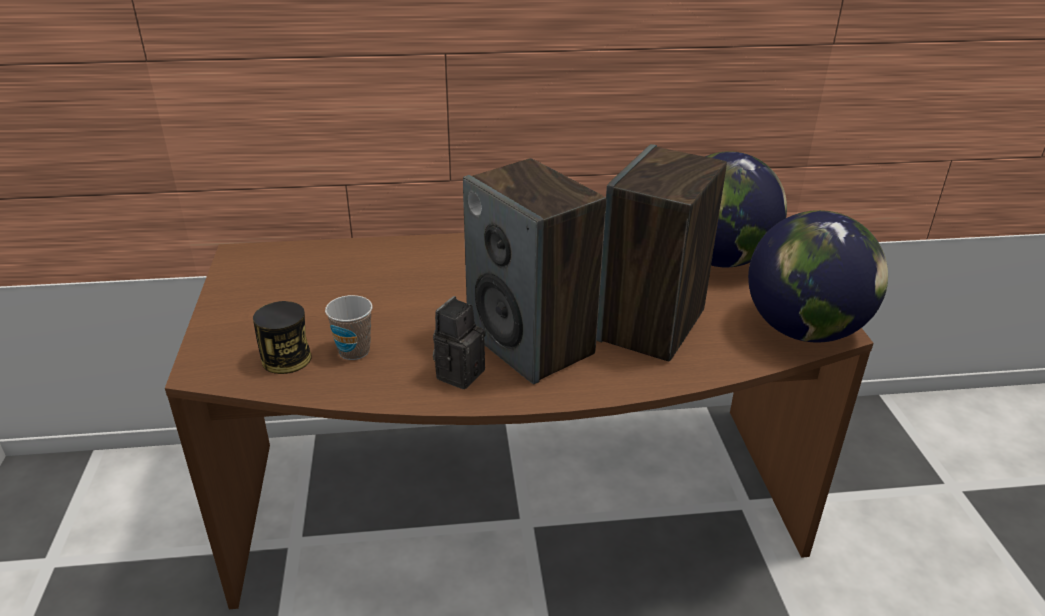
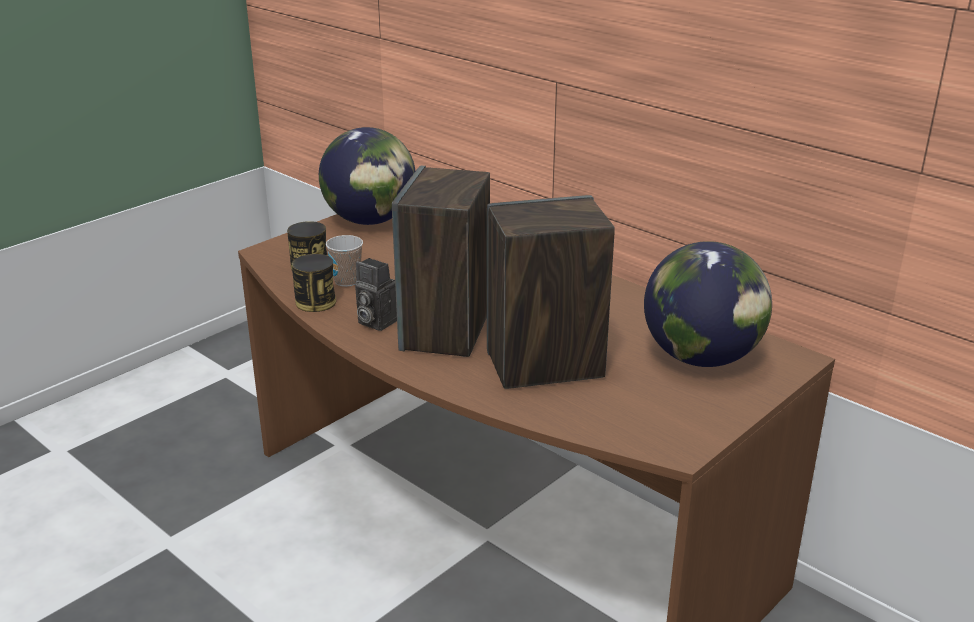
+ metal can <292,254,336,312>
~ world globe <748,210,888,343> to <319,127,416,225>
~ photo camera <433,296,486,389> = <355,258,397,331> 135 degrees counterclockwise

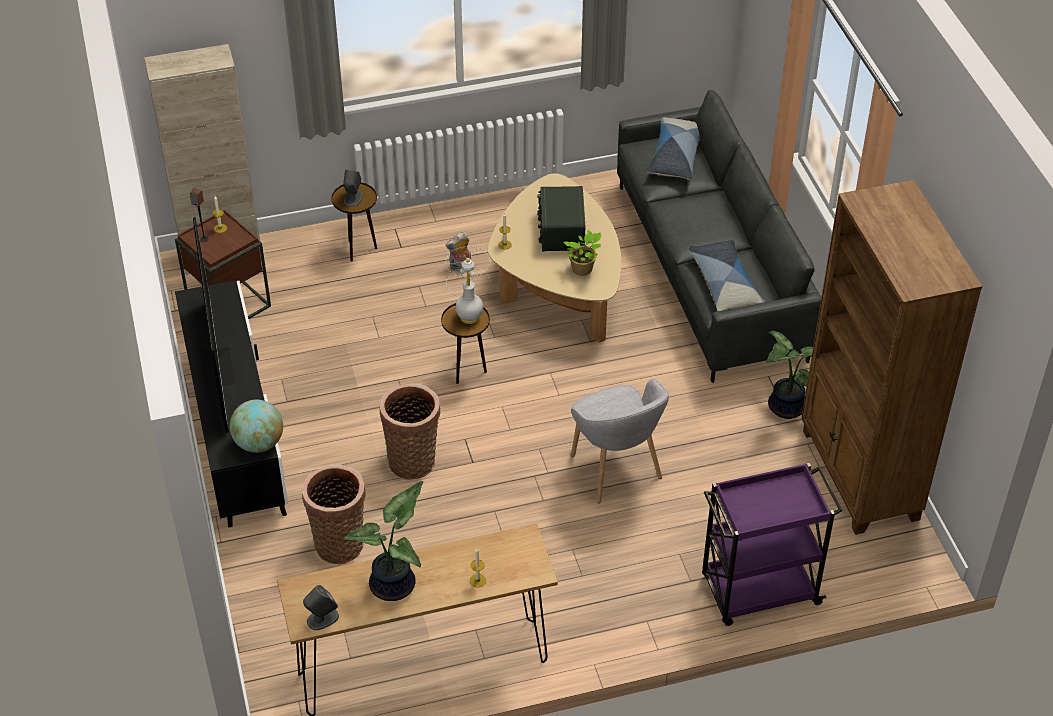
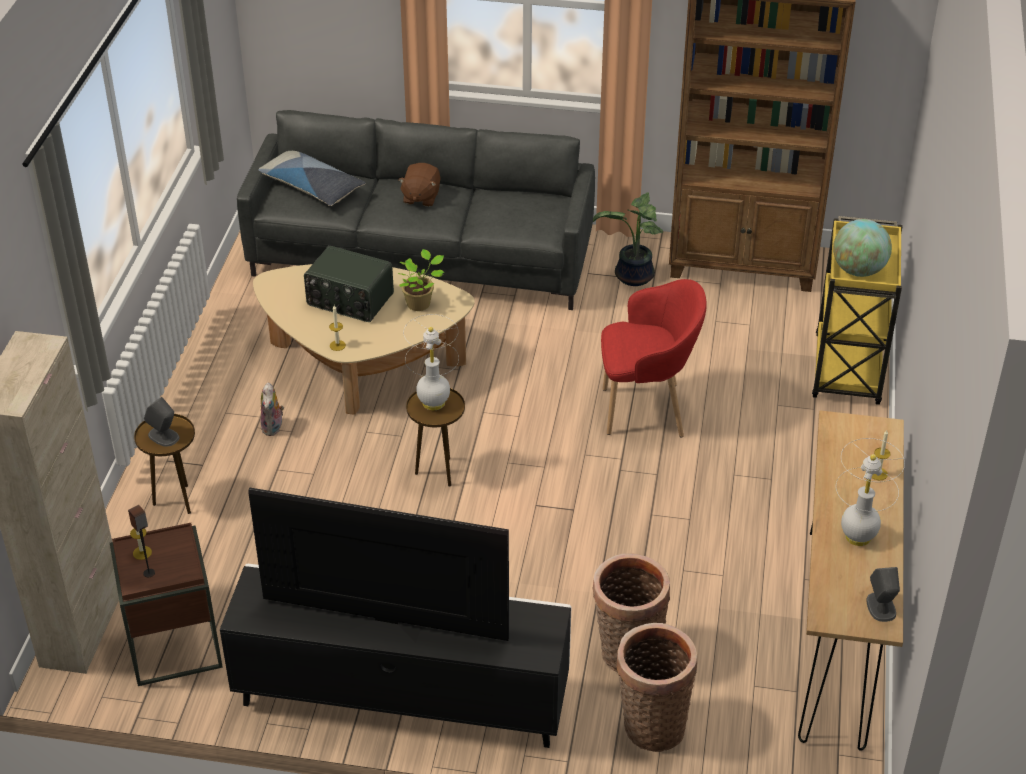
+ brownish soft toy <398,163,441,207>
~ gray armchair <571,378,669,503> to reddish armchair <601,279,707,438>
~ basket <380,383,440,480> to <616,623,697,752>
~ purple-coloured wheeled cart <702,463,842,626> to yellow-coloured wheeled cart <812,216,903,405>
~ world globe <230,400,283,453> to <833,219,892,277>
~ houseplant <345,481,423,601> to whitish table lamp <836,438,905,546>
- pillow <689,240,765,311>

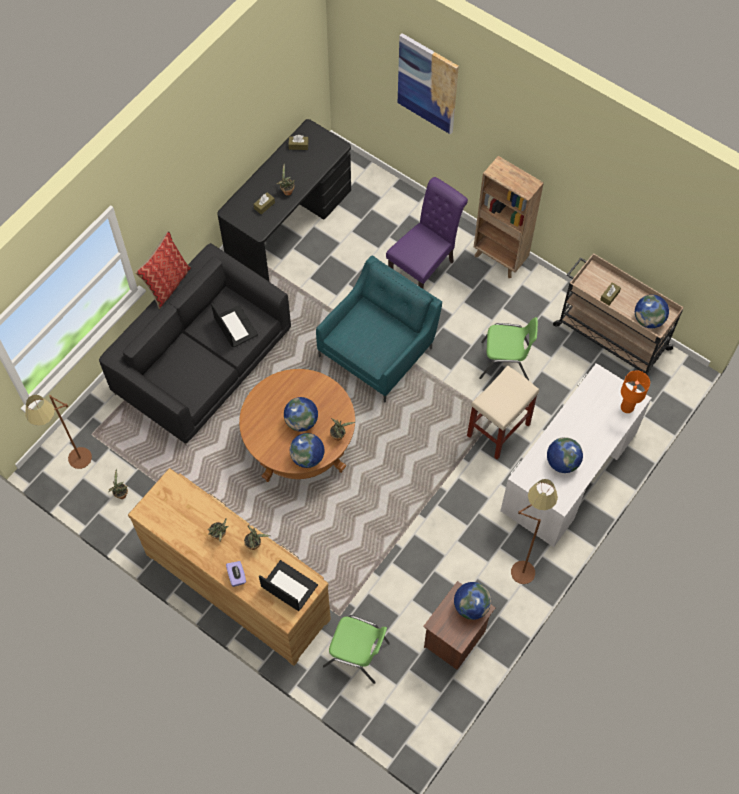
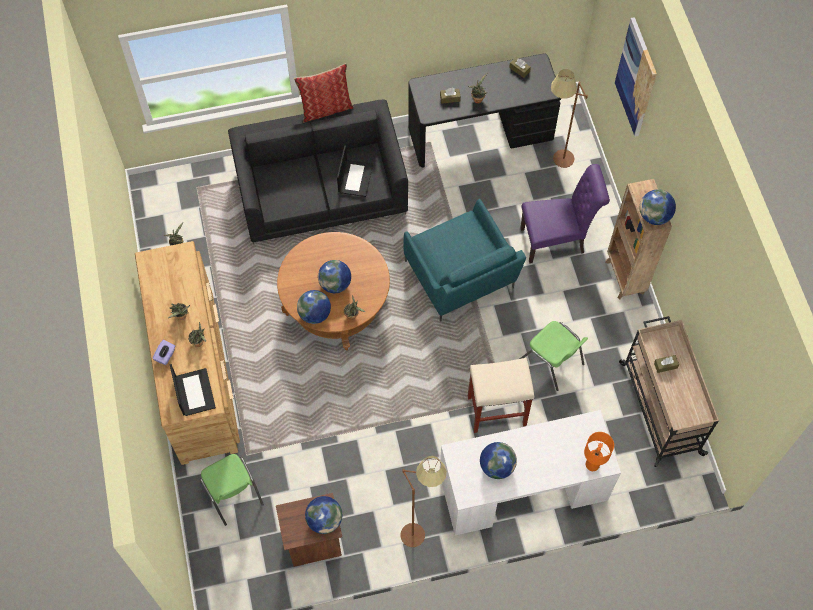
~ turquoise armchair <316,256,442,402> = <404,199,526,322> 75 degrees clockwise
~ brownish standard lamp <25,395,92,469> to <551,69,588,168>
~ world globe <635,295,669,328> to <640,189,676,225>

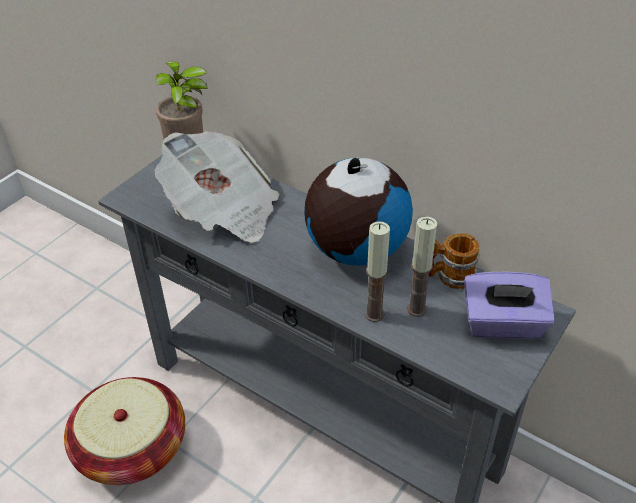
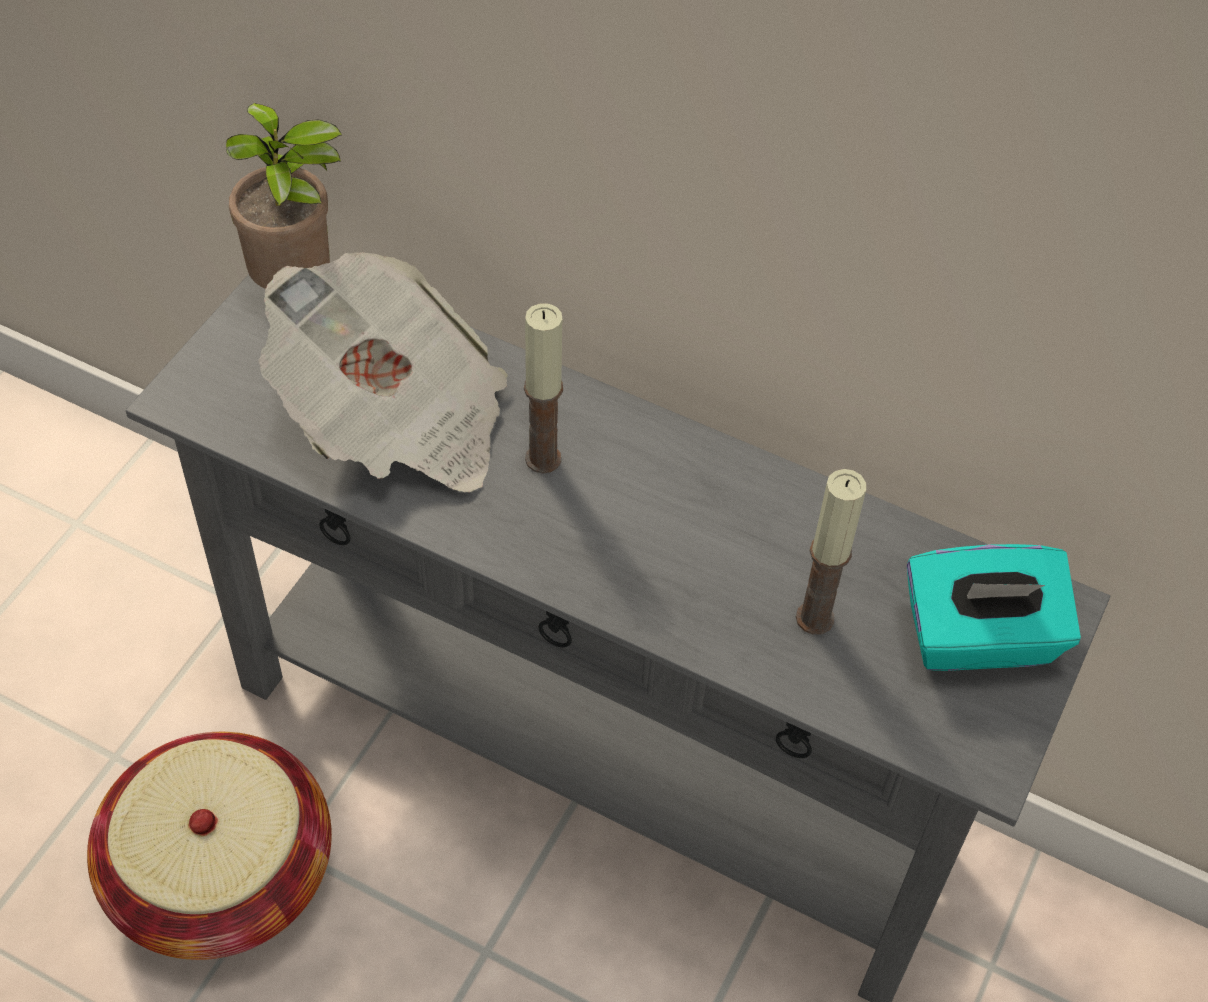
~ candle <364,221,390,322> to <524,303,563,474>
~ purple-coloured tissue holder <464,272,555,339> to turquoise tissue holder <907,544,1081,671>
- world globe <304,157,413,266>
- coffee mug <429,233,480,289>

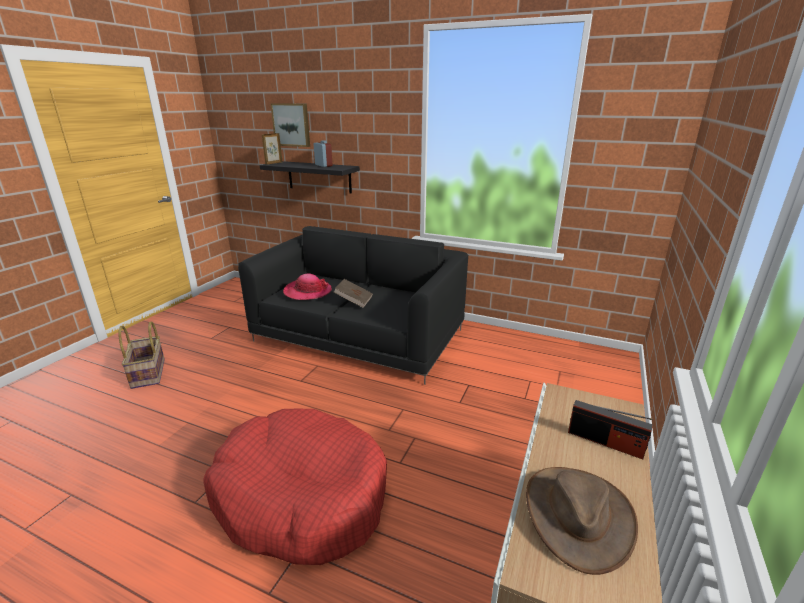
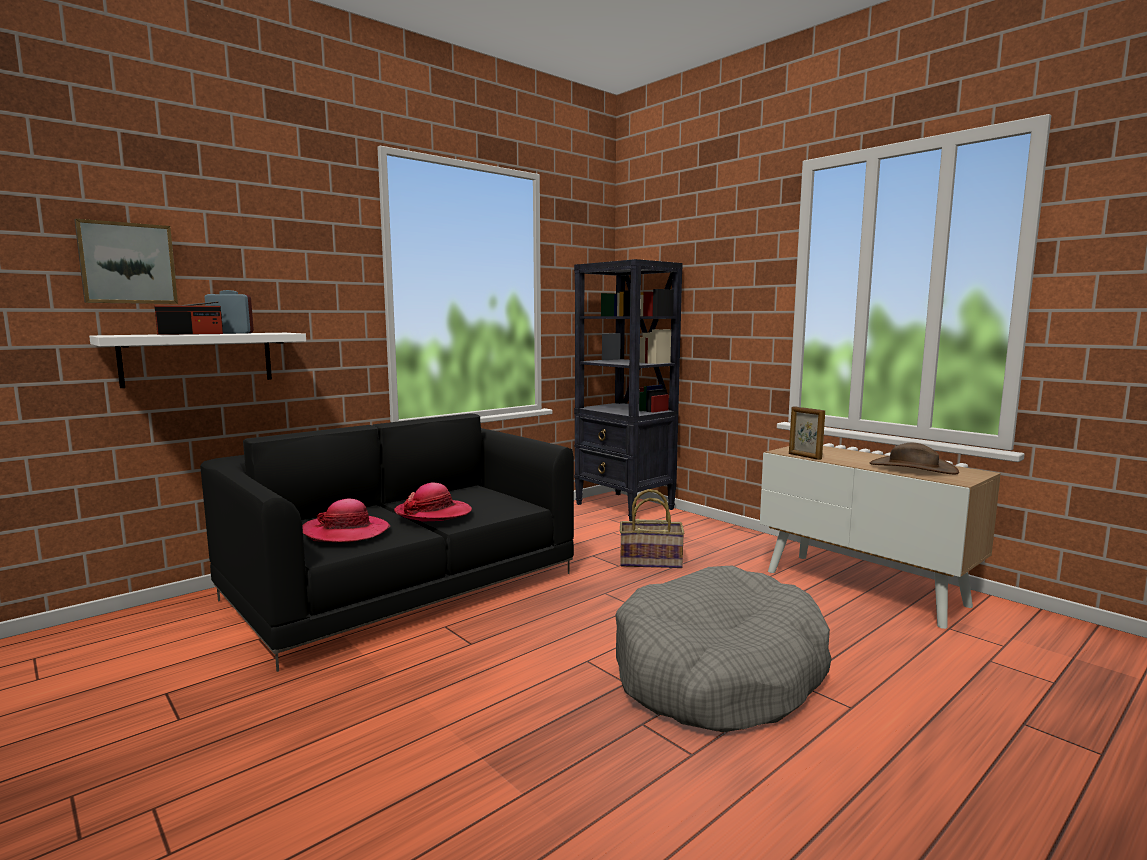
~ black-coloured wall shelf <260,161,360,194> to whitish wall shelf <89,333,306,388>
~ radio <568,400,653,460> to <154,301,223,335>
~ brownish bound book <334,279,373,308> to hat <394,483,472,522>
+ black-coloured bookcase <574,259,683,521>
~ reddish dog bed <204,409,387,565> to gray dog bed <615,566,832,732>
~ basket <119,321,165,389> to <620,489,685,568>
~ standing frame <262,133,282,165> to <789,406,825,460>

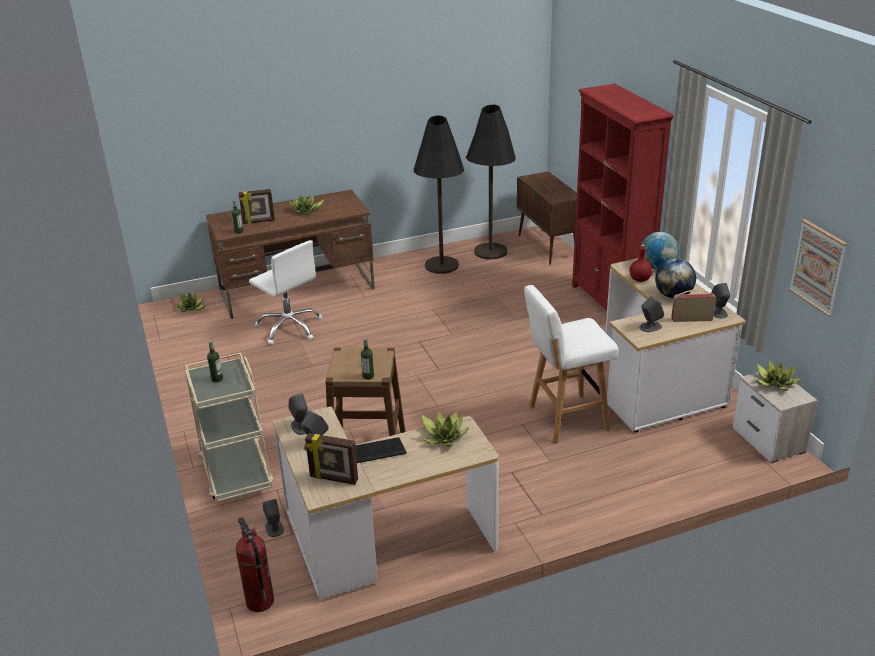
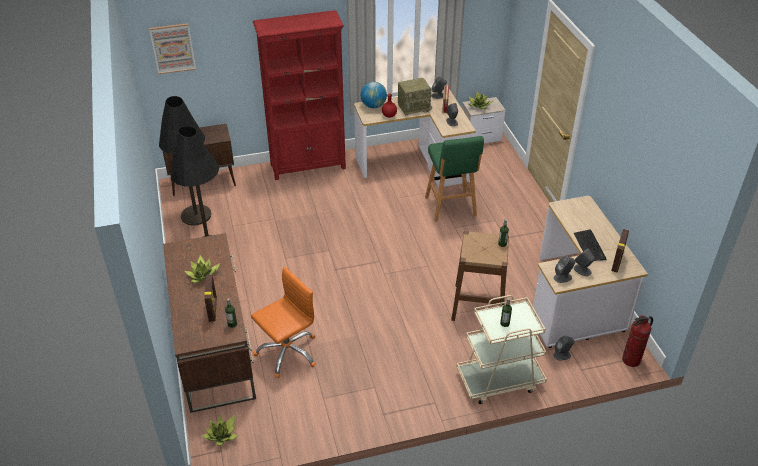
~ wall picture <788,219,848,317> to <149,23,196,74>
~ whitish desk chair <249,240,323,345> to orange-coloured desk chair <251,267,316,378>
~ world globe <655,259,696,298> to radio <398,78,432,115>
~ whitish stool <524,285,619,443> to green-coloured stool <425,136,484,222>
- houseplant <421,411,469,447>

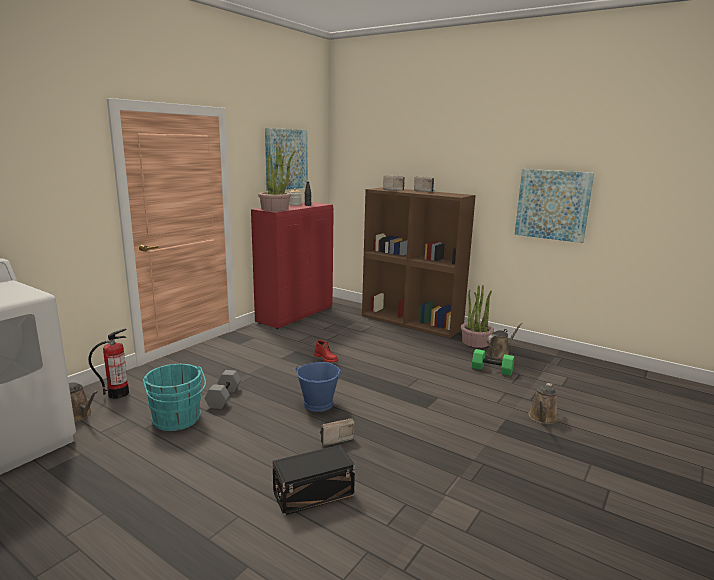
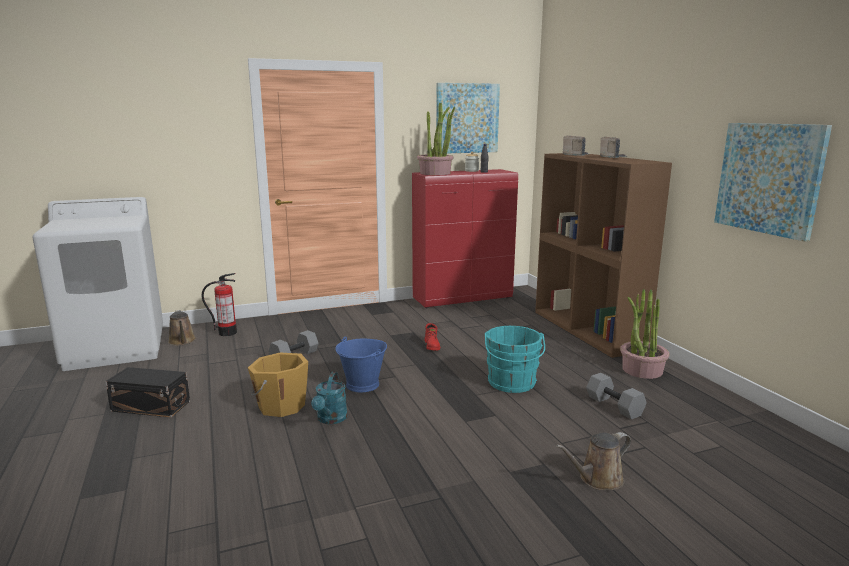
~ black-coloured storage bin <273,445,355,516> to <105,367,190,417>
+ orange-coloured water bucket <248,352,308,417>
~ radio <320,419,355,446> to turquoise watering can <311,372,348,424>
~ turquoise water bucket <143,364,206,431> to <485,326,545,393>
~ green-coloured hand weight <472,349,514,376> to gray hand weight <586,373,647,420>
- brownish watering can <486,323,523,359>

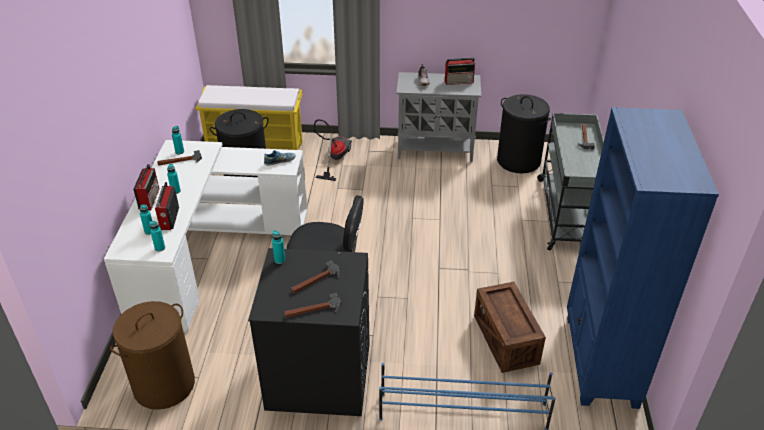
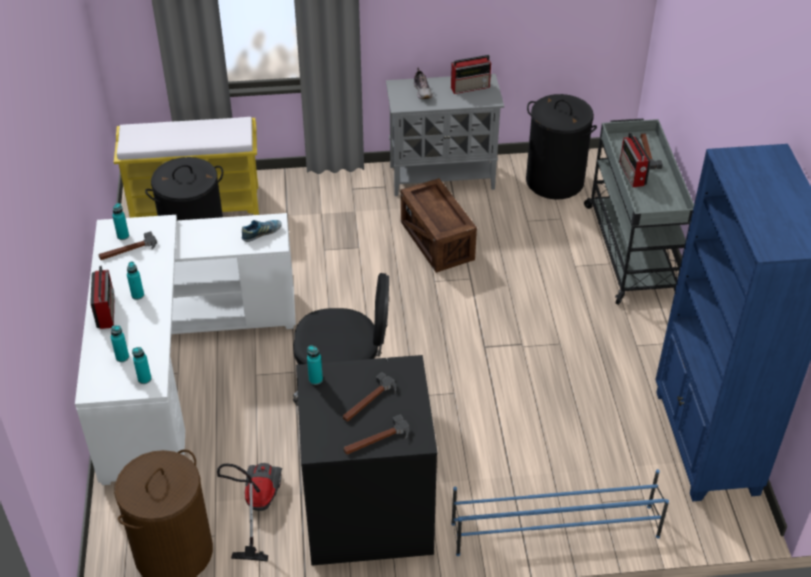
~ vacuum cleaner <314,119,352,181> to <217,463,282,561>
~ crate <474,282,546,373> to <401,178,477,273>
~ radio <155,182,179,230> to <620,132,651,187>

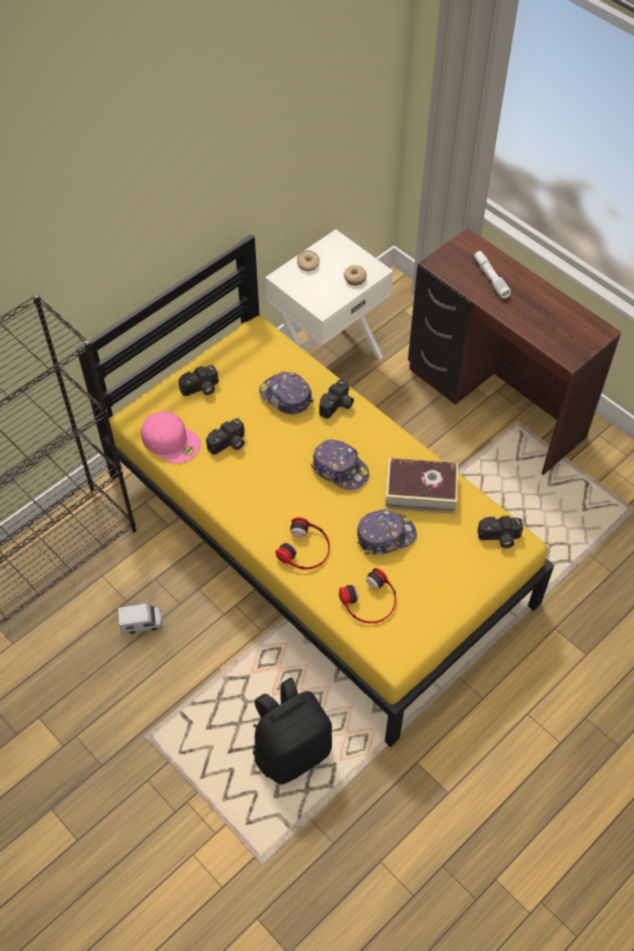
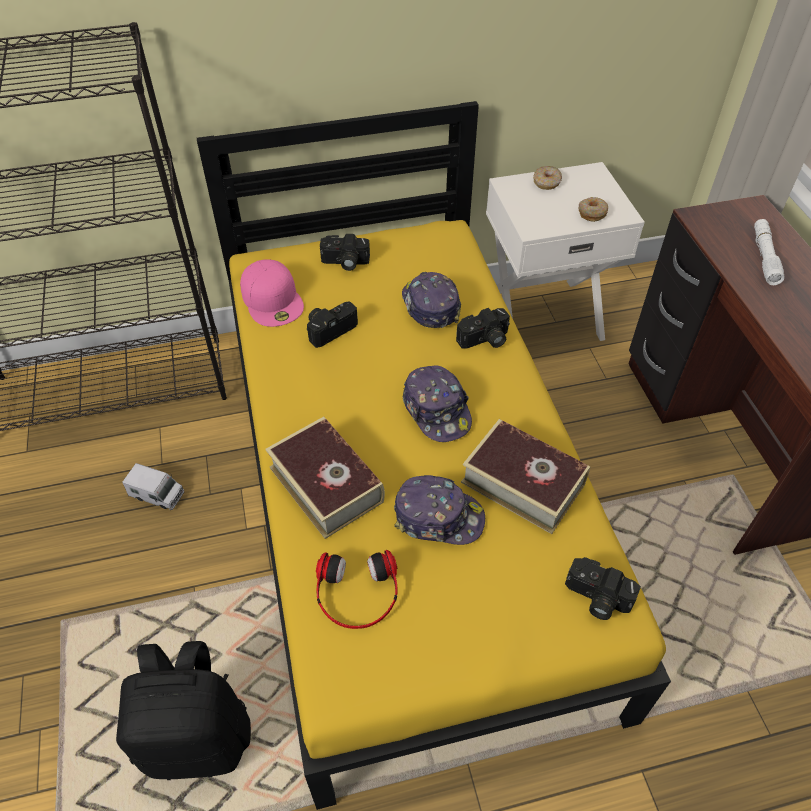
~ headphones <276,517,330,570> to bound book <265,417,385,539>
~ photo camera <206,418,245,455> = <307,301,358,348> 150 degrees clockwise

